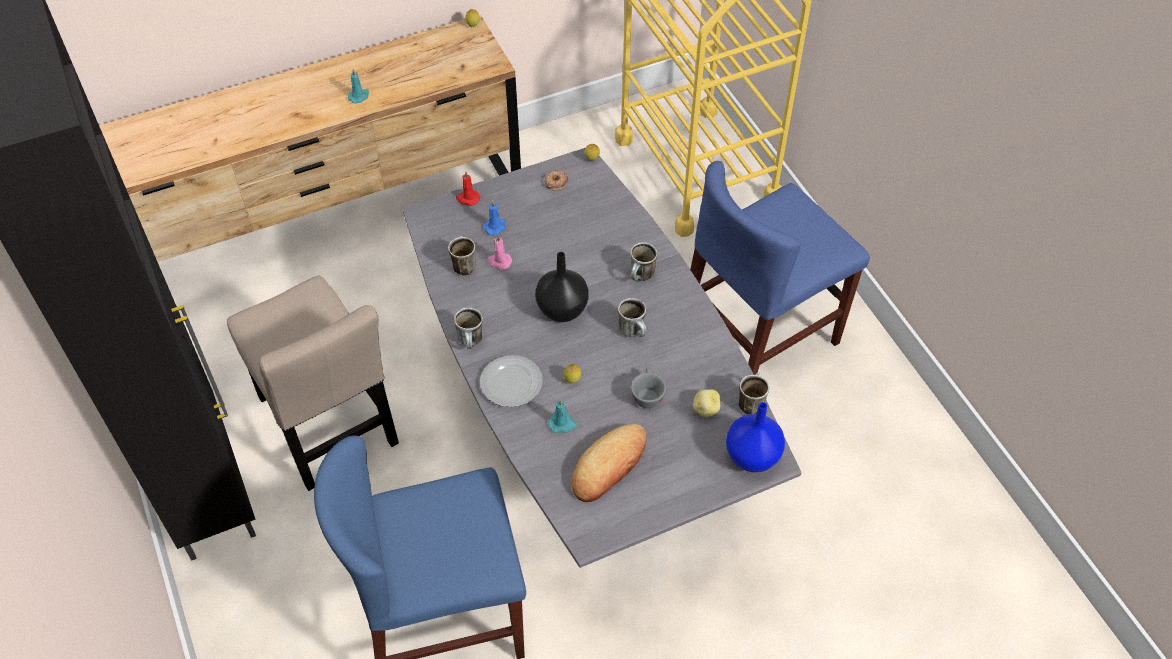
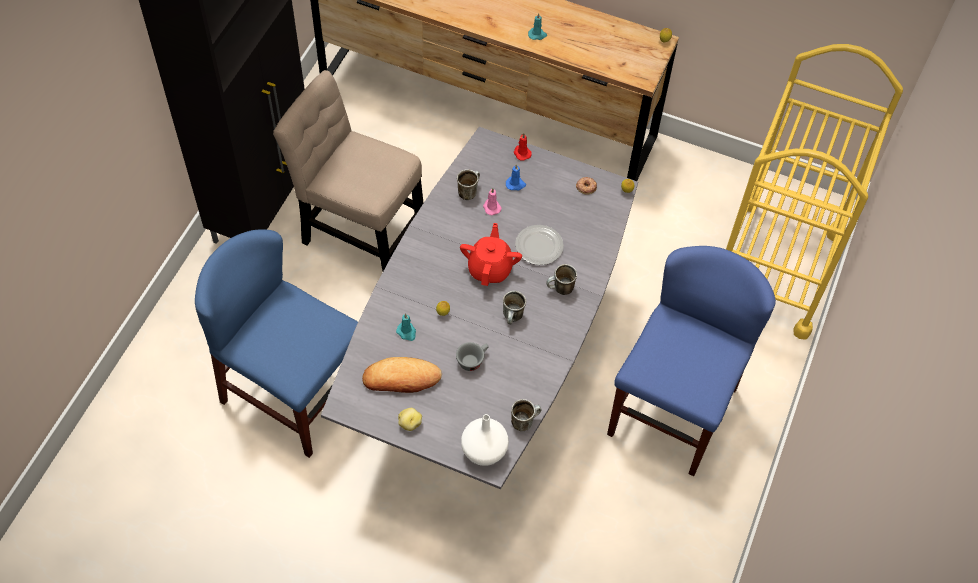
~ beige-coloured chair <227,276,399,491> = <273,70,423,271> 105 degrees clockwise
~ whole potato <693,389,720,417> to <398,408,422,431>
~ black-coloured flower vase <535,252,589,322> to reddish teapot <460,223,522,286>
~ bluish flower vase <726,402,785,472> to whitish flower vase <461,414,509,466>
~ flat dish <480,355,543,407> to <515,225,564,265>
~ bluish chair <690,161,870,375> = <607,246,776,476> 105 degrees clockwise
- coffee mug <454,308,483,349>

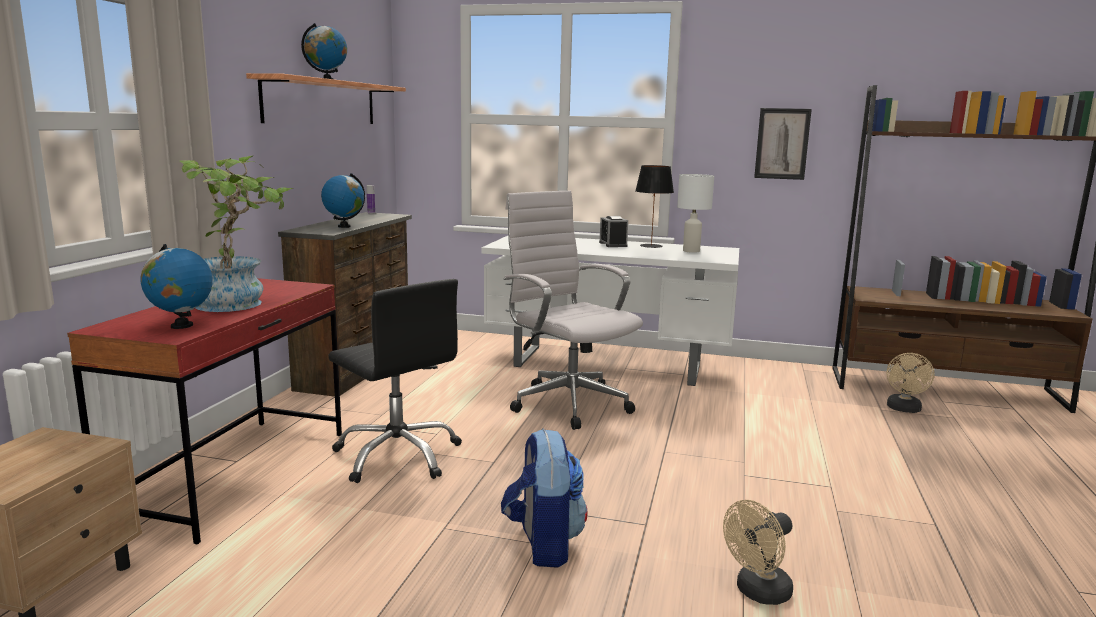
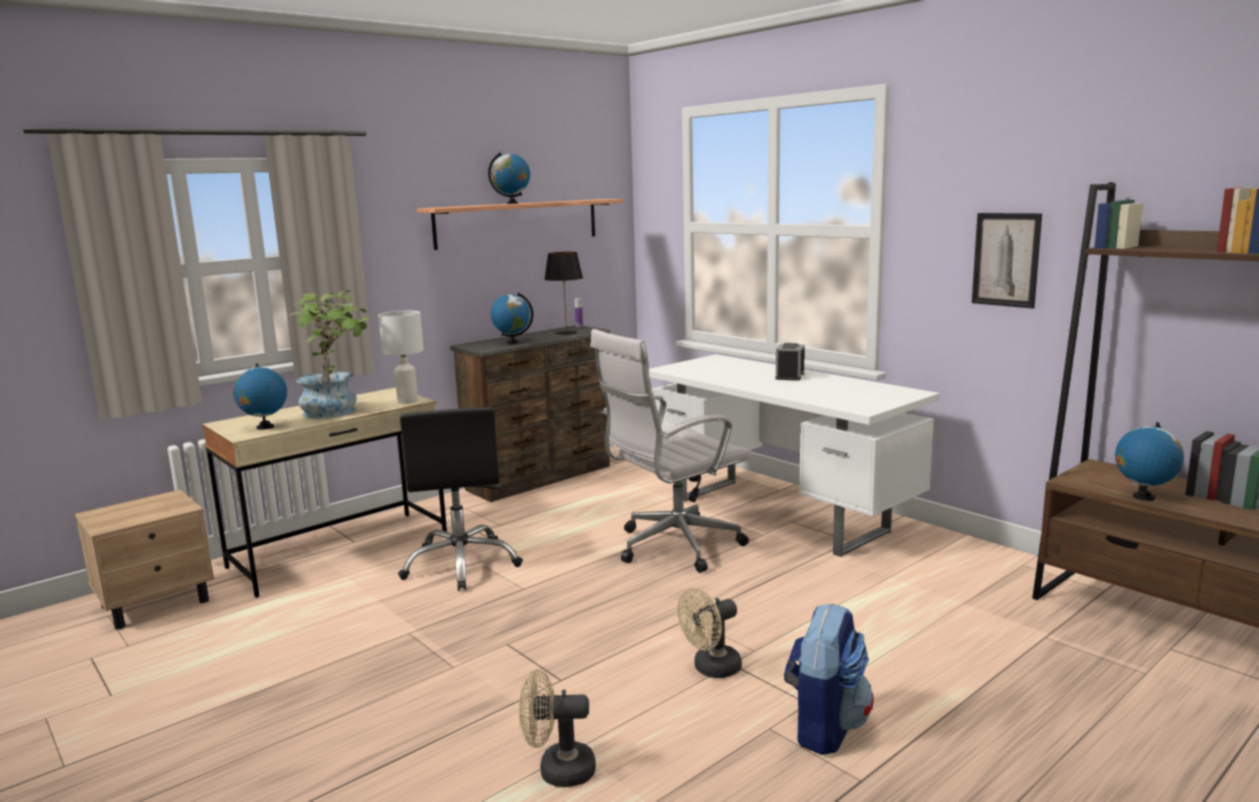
~ reddish desk table <67,278,342,545> to beige-coloured desk table <202,388,447,598>
~ whitish table lamp <677,174,714,253> to <378,310,424,404>
~ black-coloured table lamp <635,165,674,248> to <544,252,583,335>
~ whitish desk chair <504,191,643,430> = <590,329,751,573> 120 degrees counterclockwise
~ beige-coloured cooling fan <887,353,935,413> to <677,588,742,678>
~ backpack <501,428,587,568> to <784,603,874,755>
+ world globe <1115,422,1184,501>

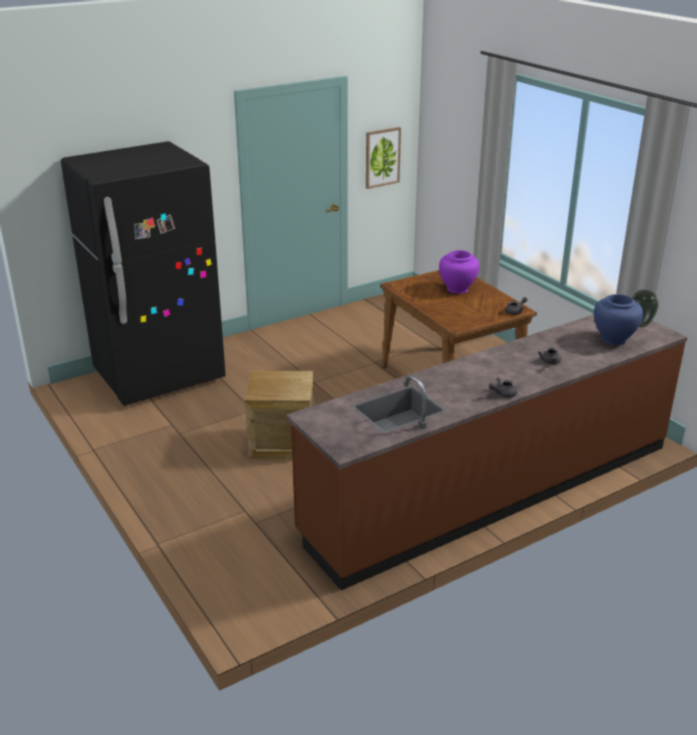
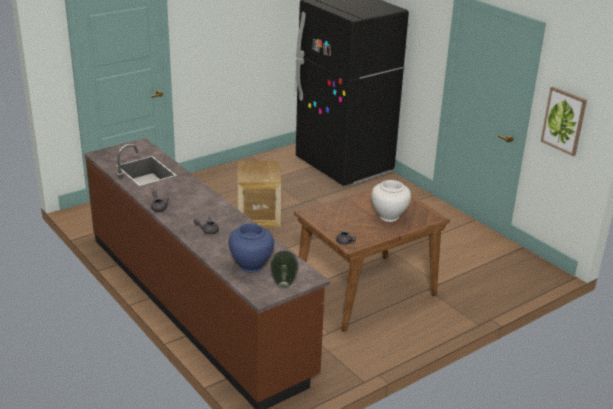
~ purple-coloured flower vase <439,250,479,294> to whitish flower vase <372,180,411,222>

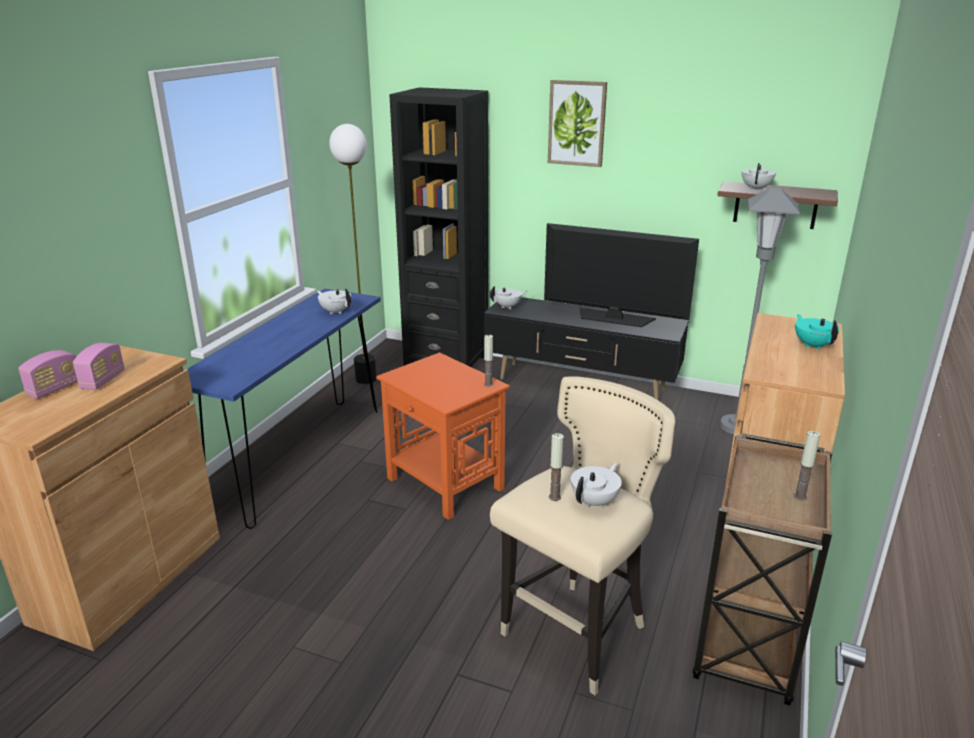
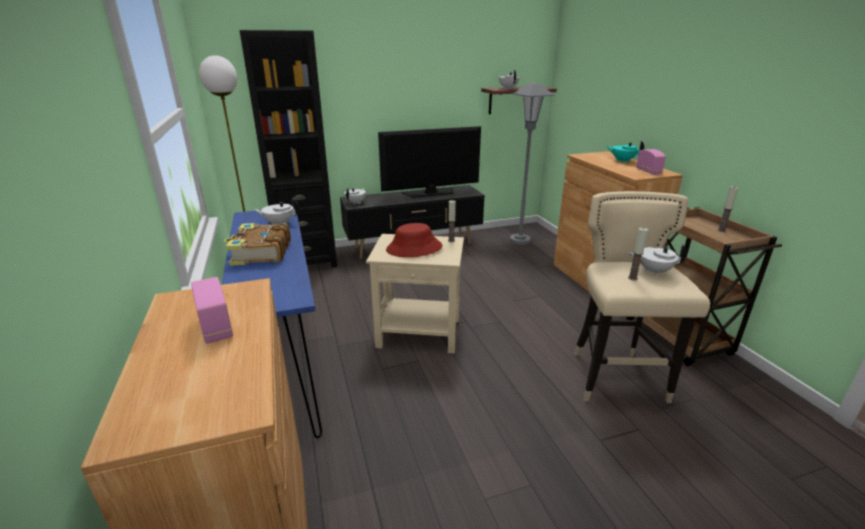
+ bound book <224,223,291,266>
~ orange-coloured accent table <376,352,510,520> to beige-coloured accent table <366,234,464,354>
+ reddish hat <386,223,443,257>
~ whitish teapot <571,463,622,508> = <629,244,687,276> 75 degrees counterclockwise
~ radio <18,350,78,399> to <636,149,666,175>
- wall picture <548,80,607,167>

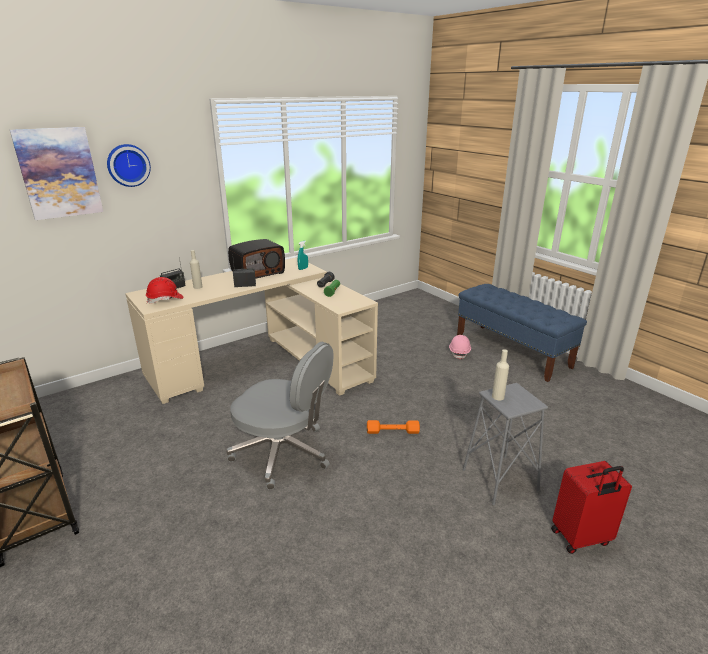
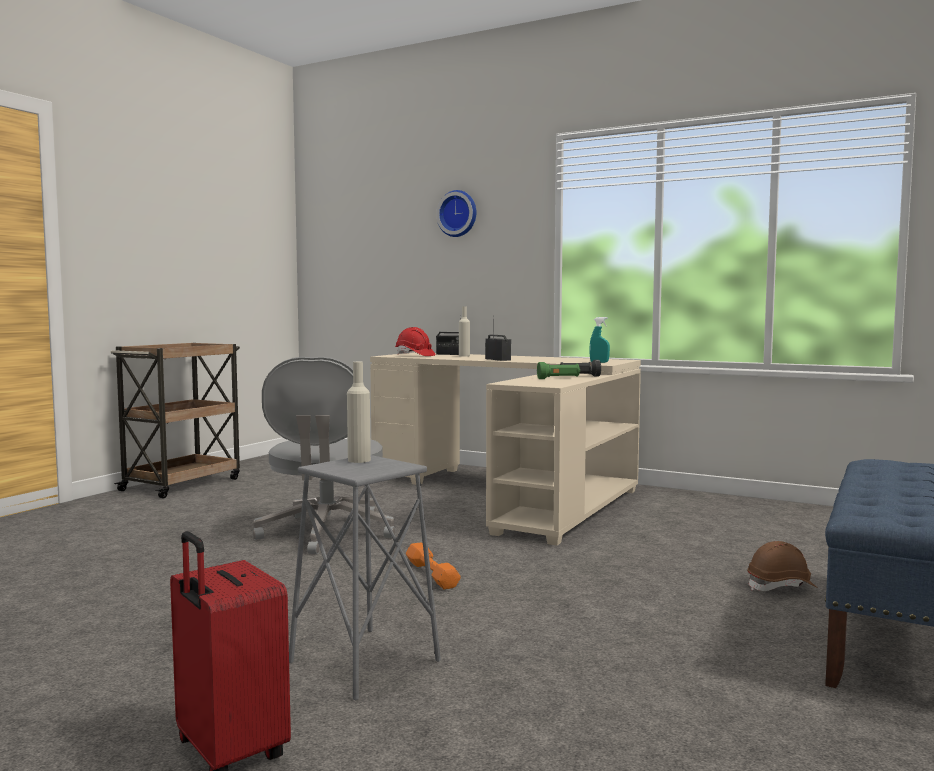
~ pink work helmet <449,335,471,360> to brownish work helmet <747,541,818,591>
- wall picture <10,127,103,220>
- radio <228,239,285,279>

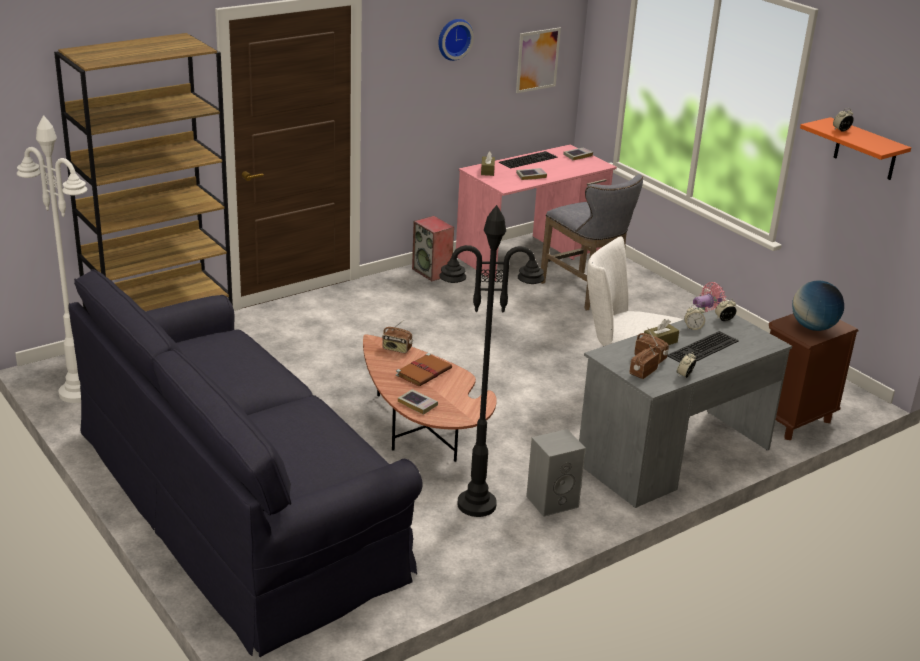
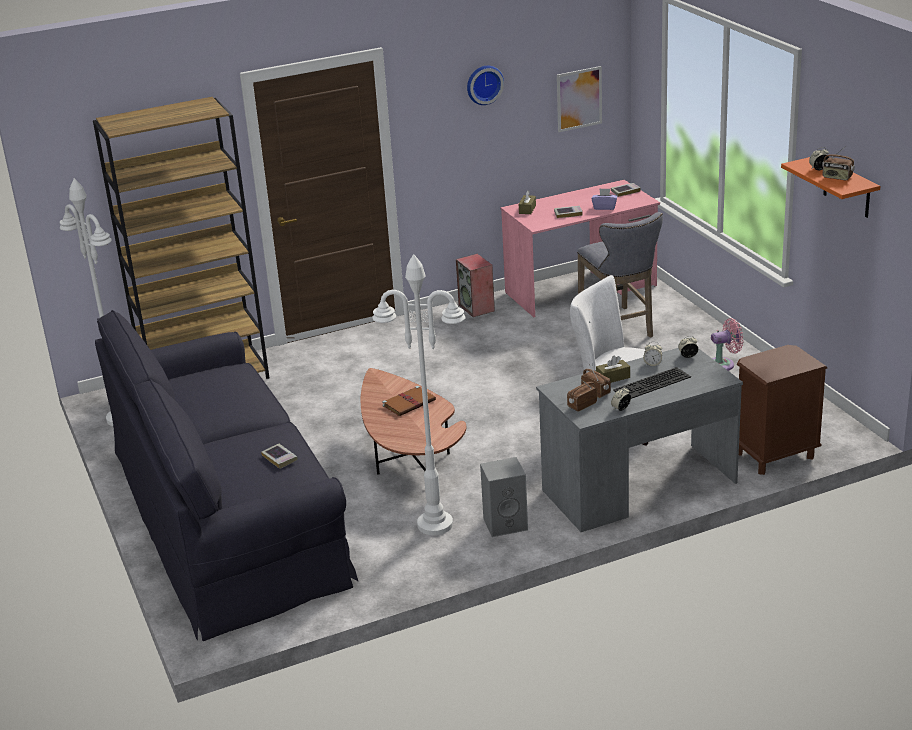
~ bound book <398,389,438,415> to <261,444,298,469>
~ black-coloured standard lamp <439,205,544,517> to whitish standard lamp <372,254,465,535>
+ purple-coloured tissue holder <592,189,617,210>
~ radio <382,320,413,353> to <822,146,855,180>
- computer keyboard <499,151,558,169>
- world globe <792,281,844,331>

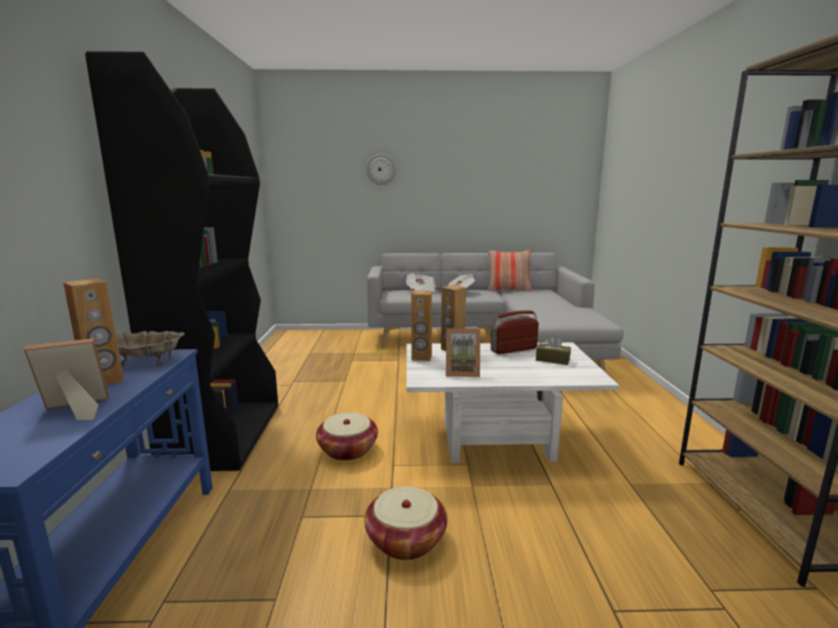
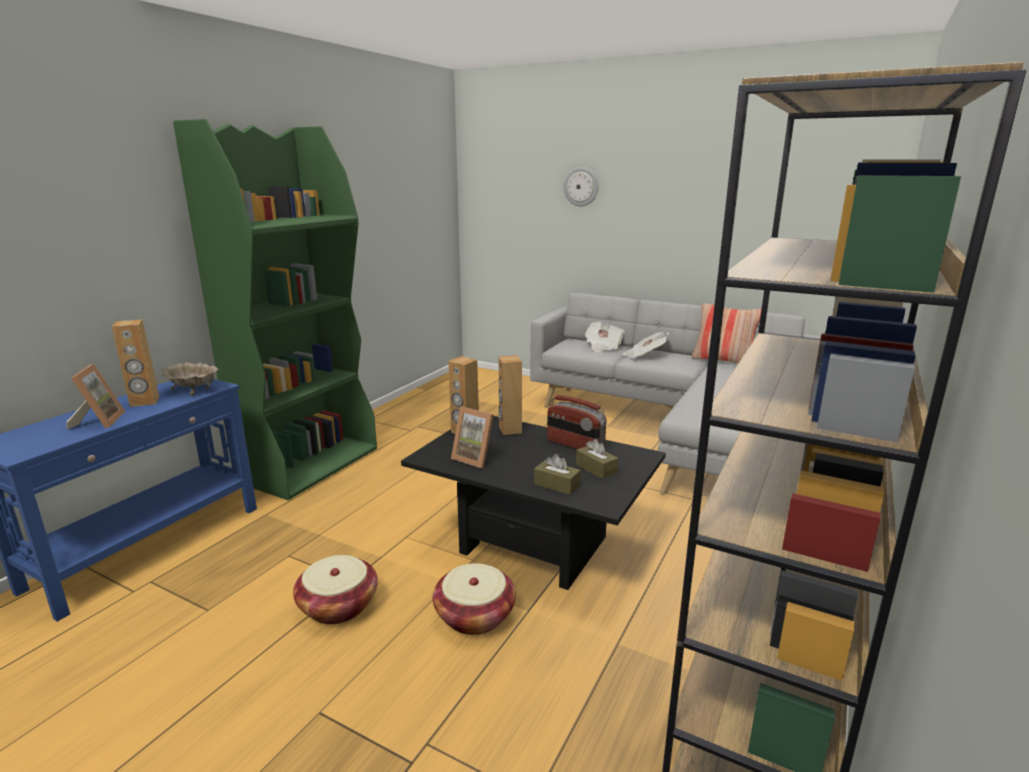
~ standing frame <24,338,109,420> = <66,364,126,429> 75 degrees clockwise
~ black-coloured bookcase <85,51,278,471> to green-coloured bookcase <173,119,377,500>
~ whitish lounge table <407,342,619,463> to black-coloured lounge table <401,416,666,590>
~ basket <316,412,378,461> to <433,563,516,635>
+ brownish tissue holder <534,454,581,495>
~ radio <491,310,539,354> = <547,395,607,449> 150 degrees counterclockwise

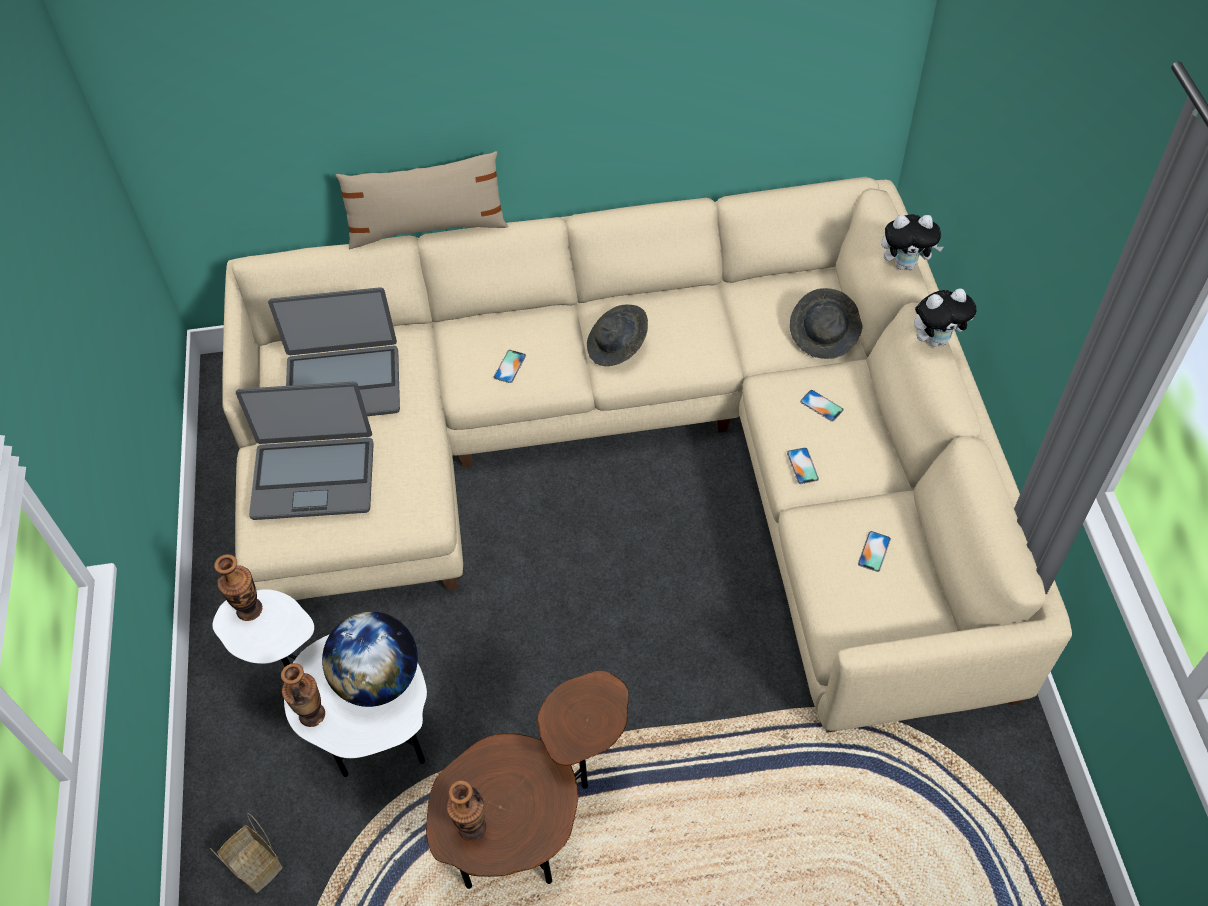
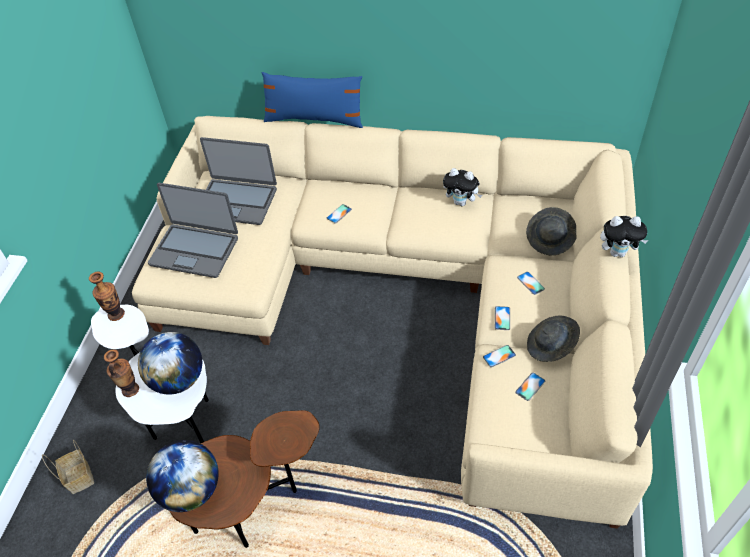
~ flower vase <447,780,486,842> to world globe <146,440,219,512>
~ beige-coloured pillow <336,151,508,249> to bluish pillow <262,72,363,128>
~ soft toy <881,214,944,270> to <443,168,482,206>
+ telephone <483,345,516,368>
~ gray hat <587,305,648,366> to <527,315,580,362>

